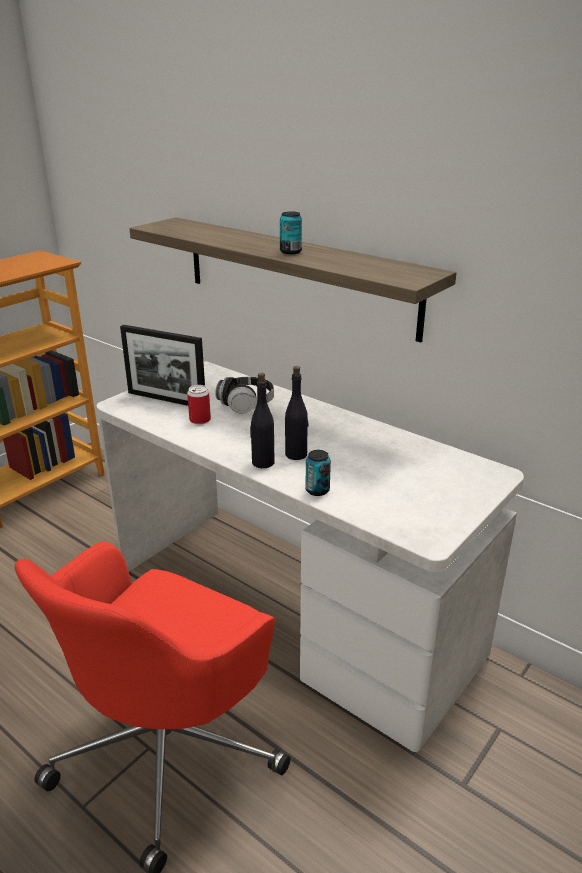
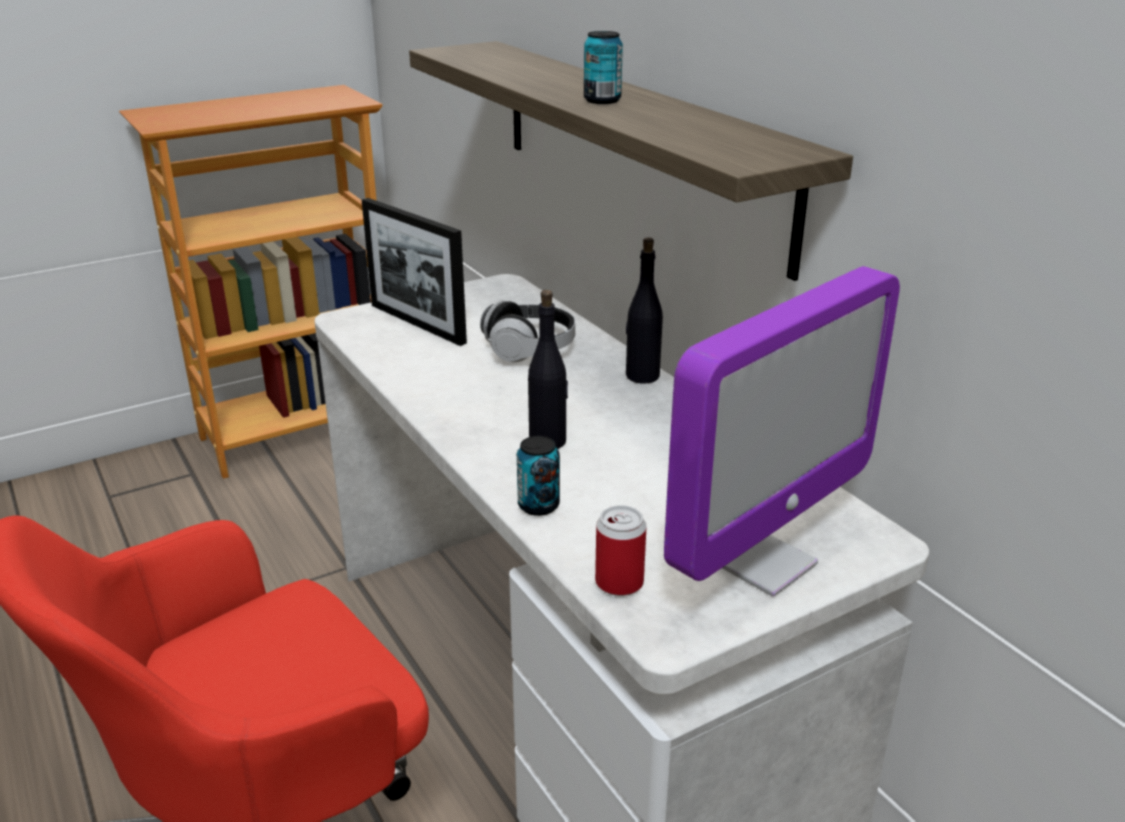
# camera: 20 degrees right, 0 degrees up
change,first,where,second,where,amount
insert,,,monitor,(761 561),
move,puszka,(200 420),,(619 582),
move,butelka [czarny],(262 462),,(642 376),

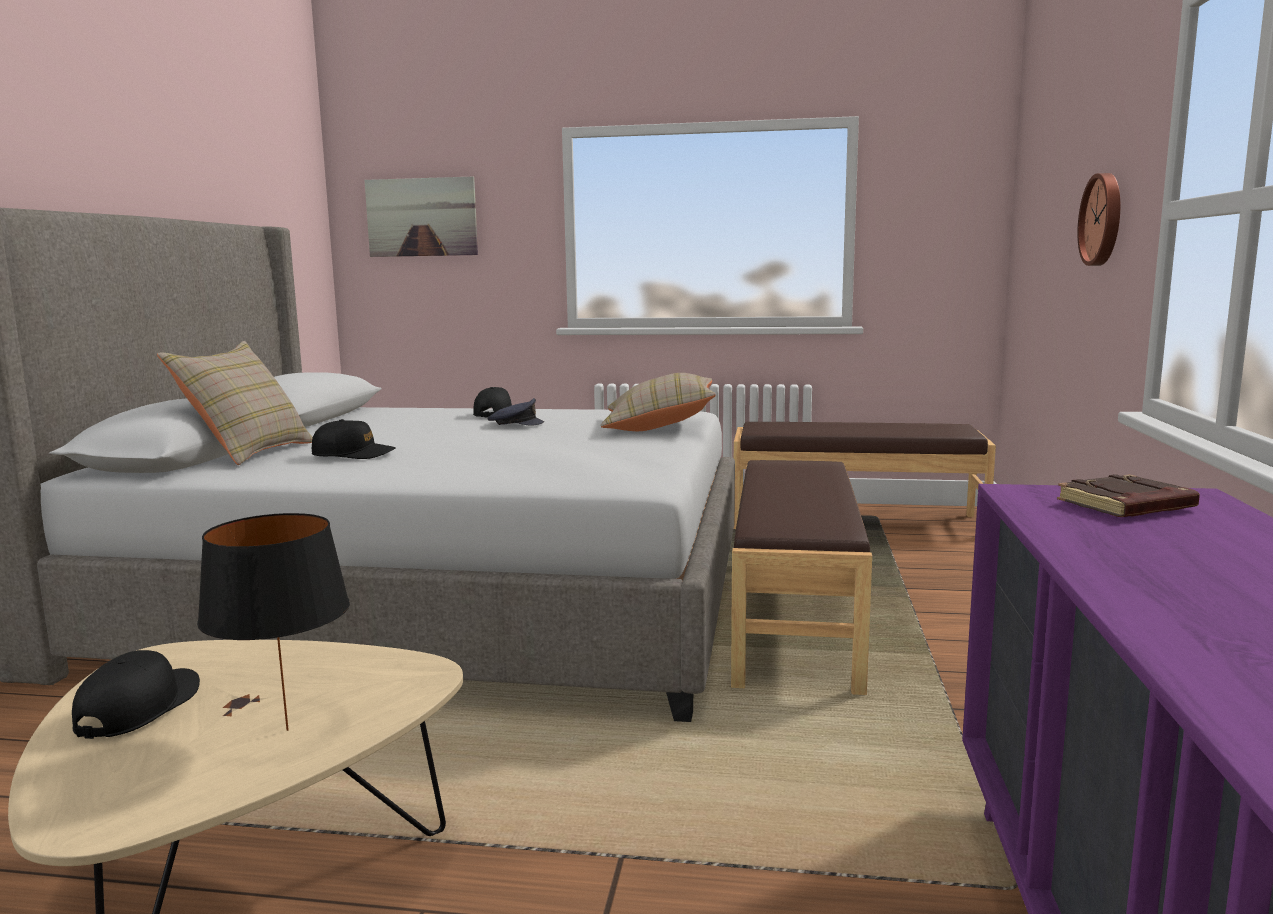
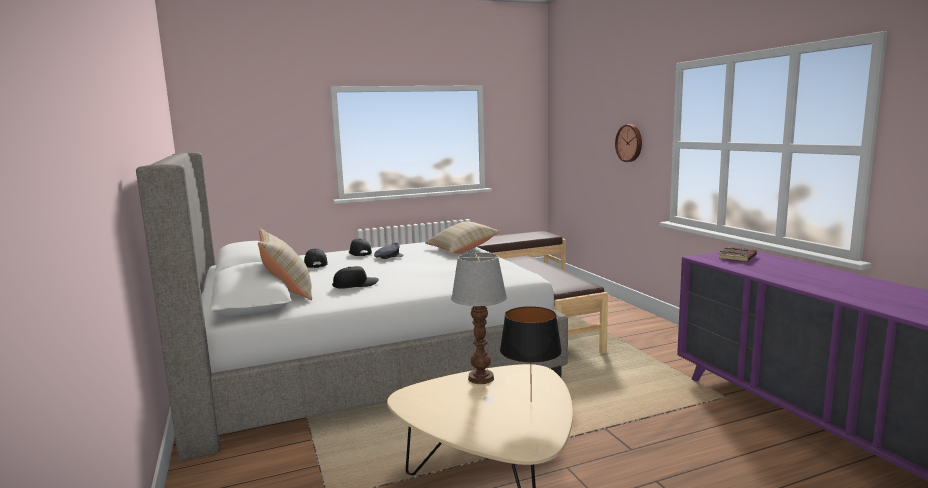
# camera: 30 degrees left, 0 degrees up
change,first,where,second,where,amount
delete,obraz,(422 217),,,
insert,,,lampa stołowa,(481 378),
move,czapka z daszkiem [czarny],(139 708),,(315 264),

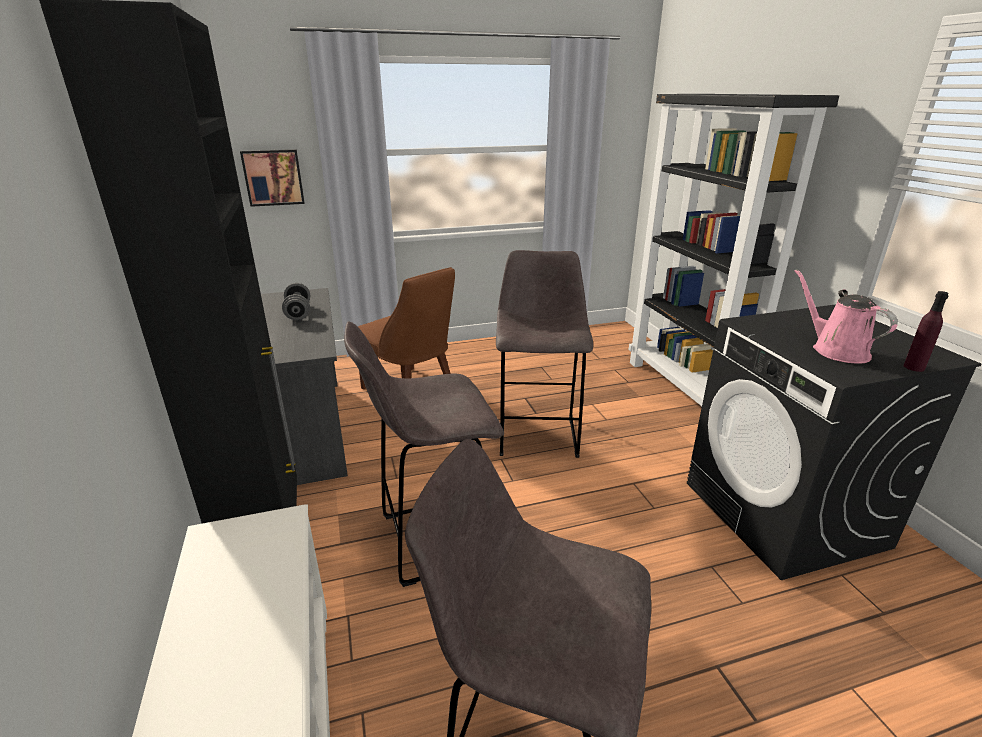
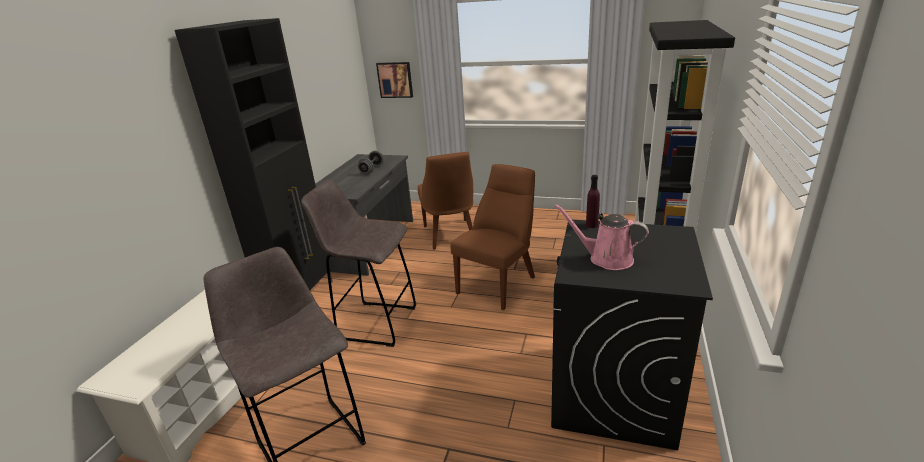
# camera: 35 degrees right, 0 degrees up
change,first,where,second,where,amount
move,butelka [fioletowy],(914 367),,(591 225),
replace,stołek [szary],(538 434),krzesło [brązowy],(499 283),
rotate,konewka [różowy],(835 350),,(606 259),75 degrees counterclockwise

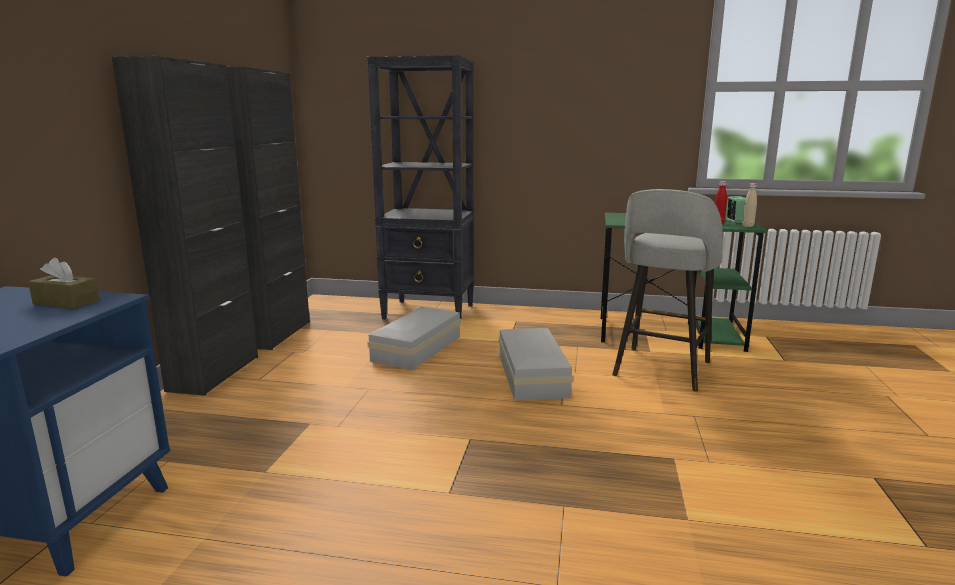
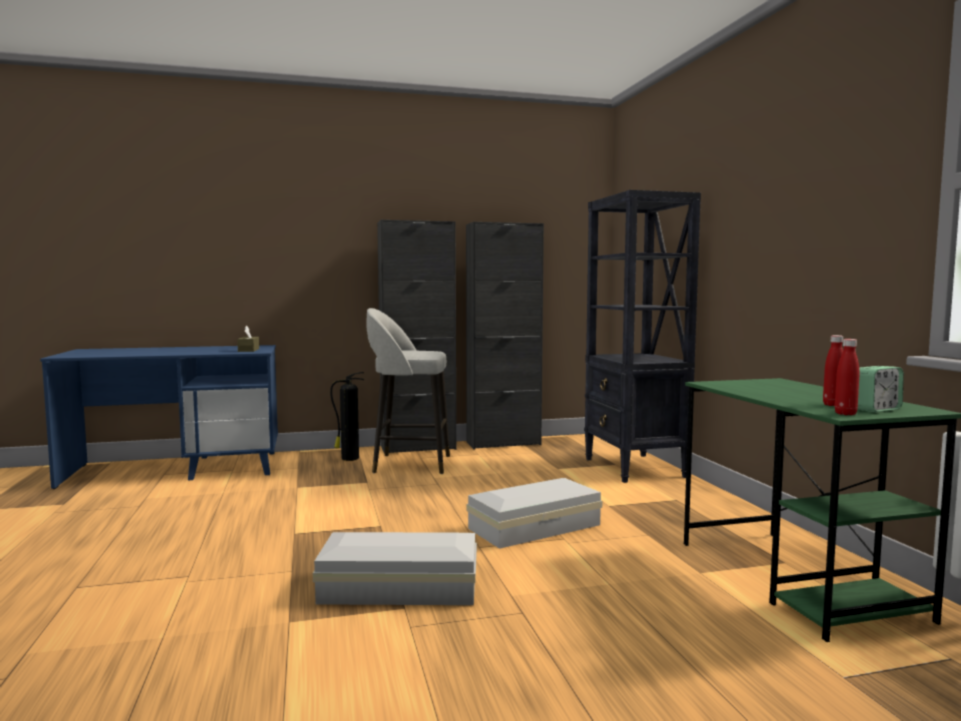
# camera: 65 degrees right, 10 degrees down
change,first,where,second,where,amount
insert,,,gaśnica,(349 458),
move,pojemnik do przechowywania [biały],(419 348),,(401 588),
move,stołek [szary],(660 370),,(409 464),
recolor,butelka [beżowy],(747 226),butelka [czerwony],(845 413),

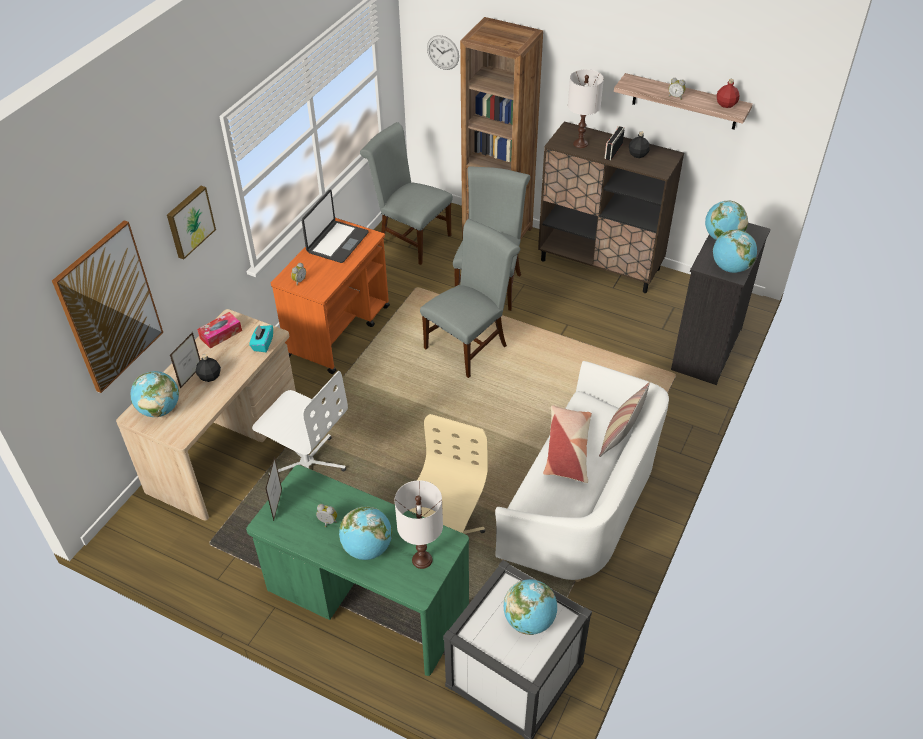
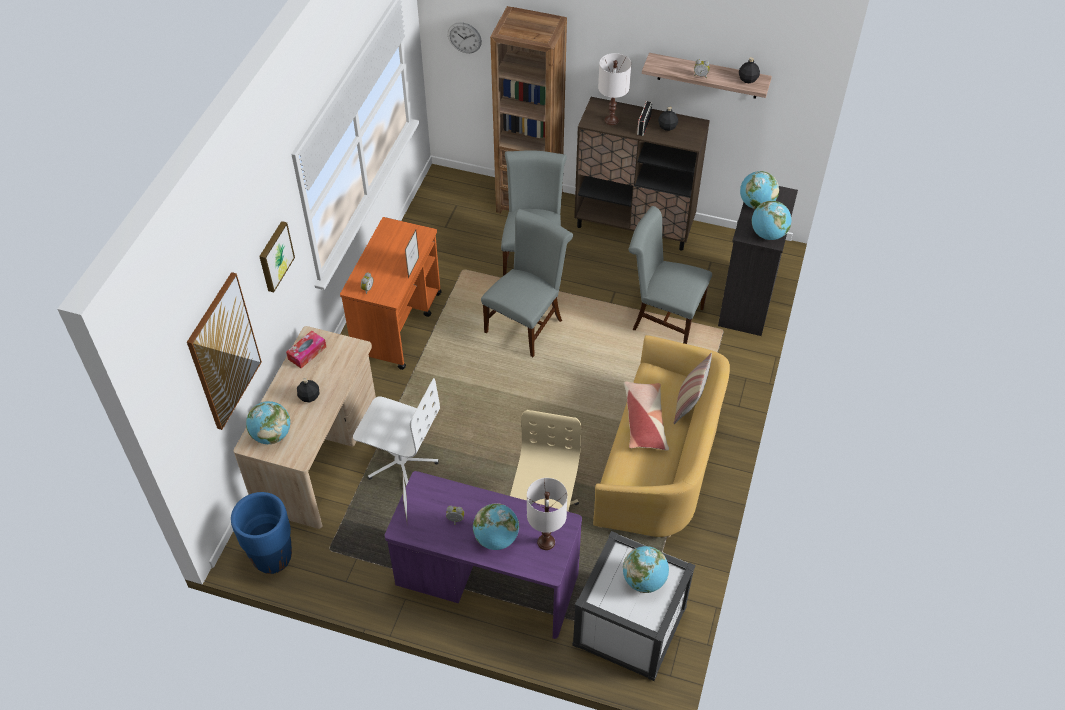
# camera: 10 degrees left, 5 degrees up
change,first,where,second,where,amount
delete,pudełko chusteczek [turkusowy],(262 344),,,
delete,laptop,(337 242),,,
insert,,,donica [niebieski],(272 558),
move,ramka na zdjęcie,(191 377),,(413 267),
move,krzesło [szary],(410 239),,(663 318),
recolor,biurko [zielony],(366 602),biurko [fioletowy],(486 582),
recolor,kanapa [biały],(582 501),kanapa [żółty],(659 463),
recolor,butelka [czerwony],(726 104),butelka [czarny],(748 79),

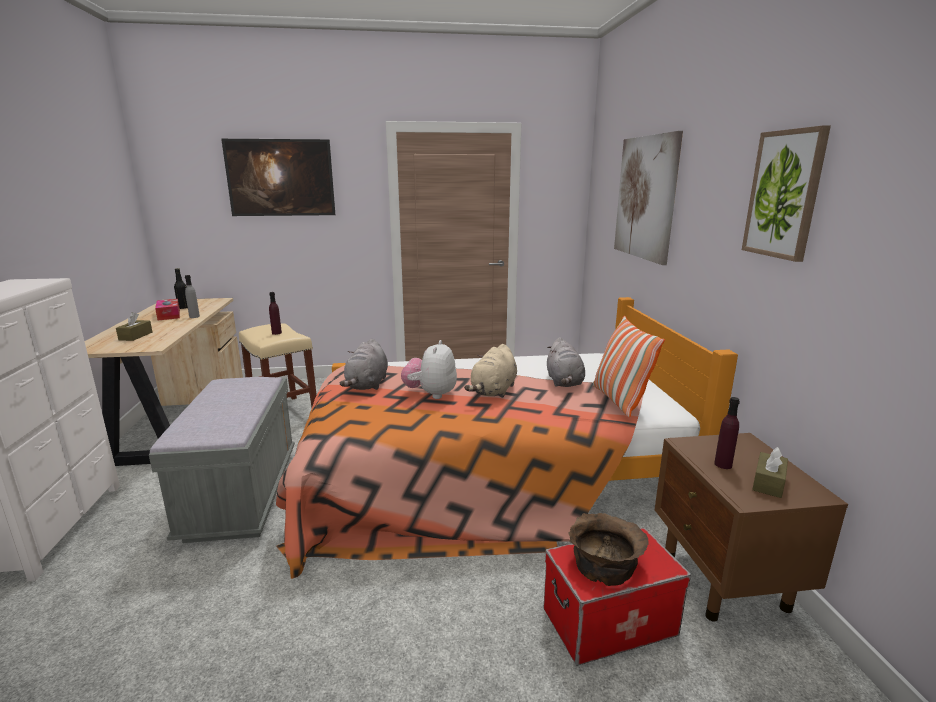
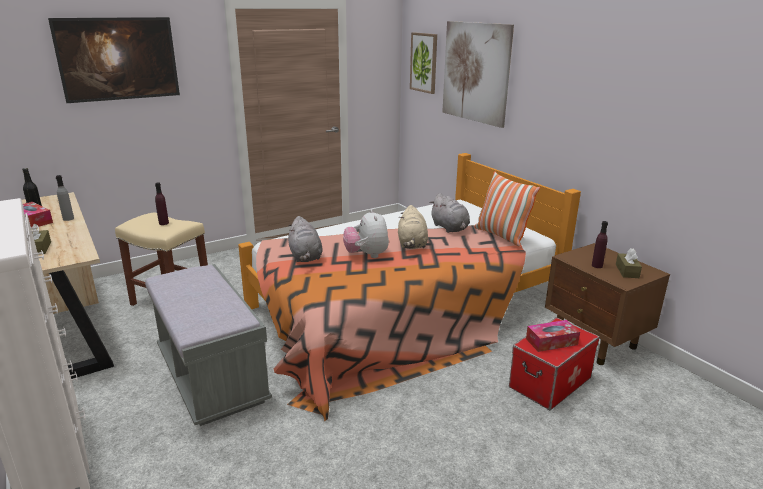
# camera: 25 degrees left, 5 degrees up
change,first,where,second,where,amount
move,obraz,(784 194),,(424 62),
replace,miska [brązowy],(606 561),pudełko chusteczek,(551 342),

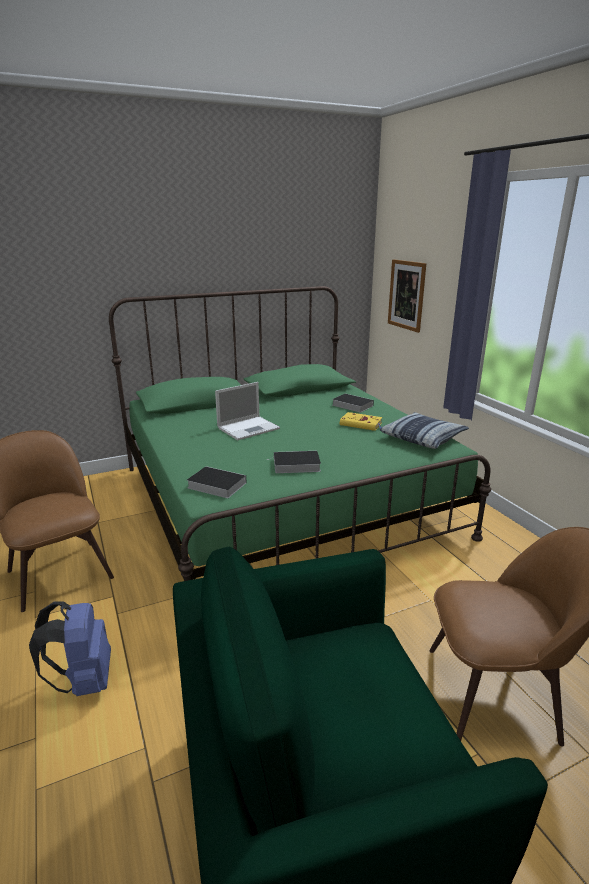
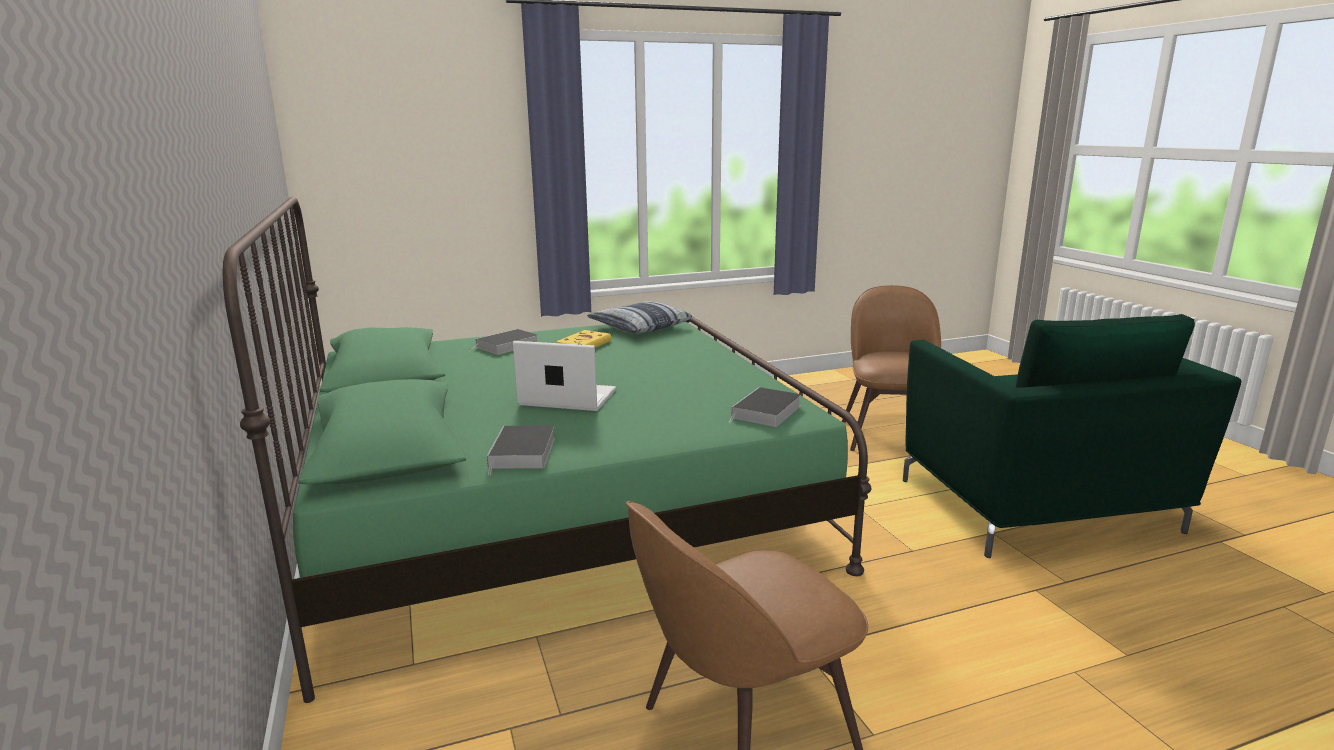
# camera: 85 degrees left, 5 degrees down
change,first,where,second,where,amount
delete,plecak [niebieski],(84 680),,,
delete,obraz,(406 295),,,
move,książka,(295 465),,(523 453),
rotate,laptop,(249 428),,(566 398),45 degrees counterclockwise

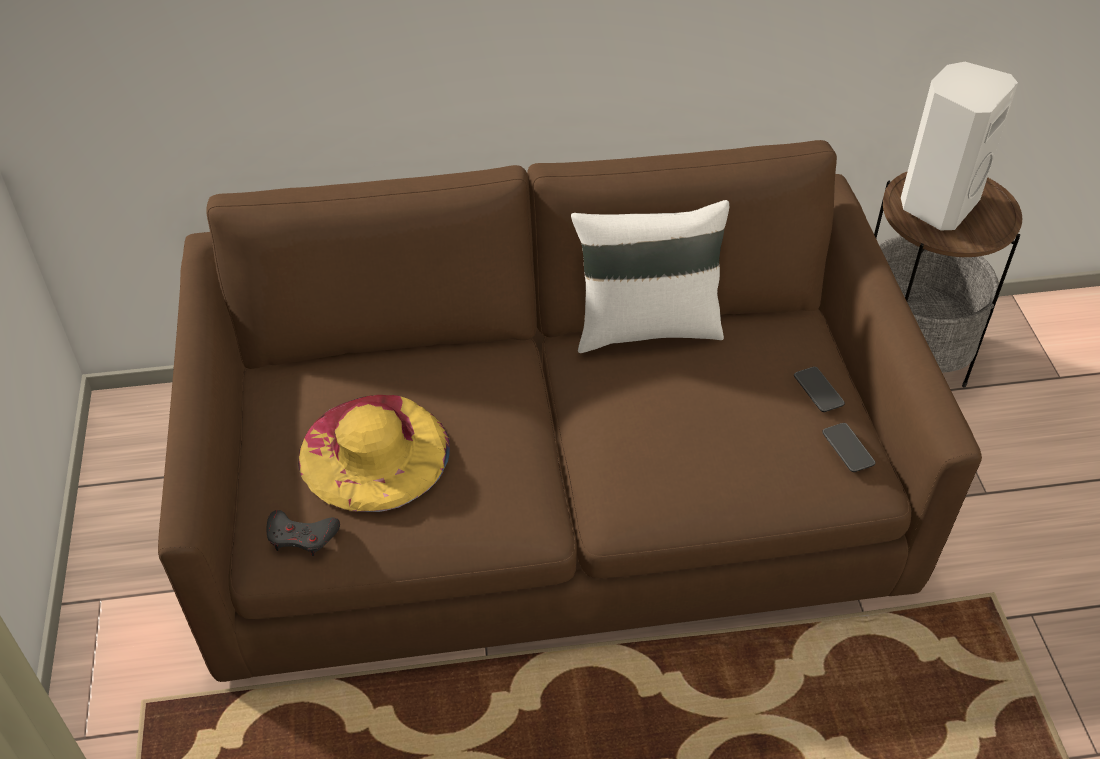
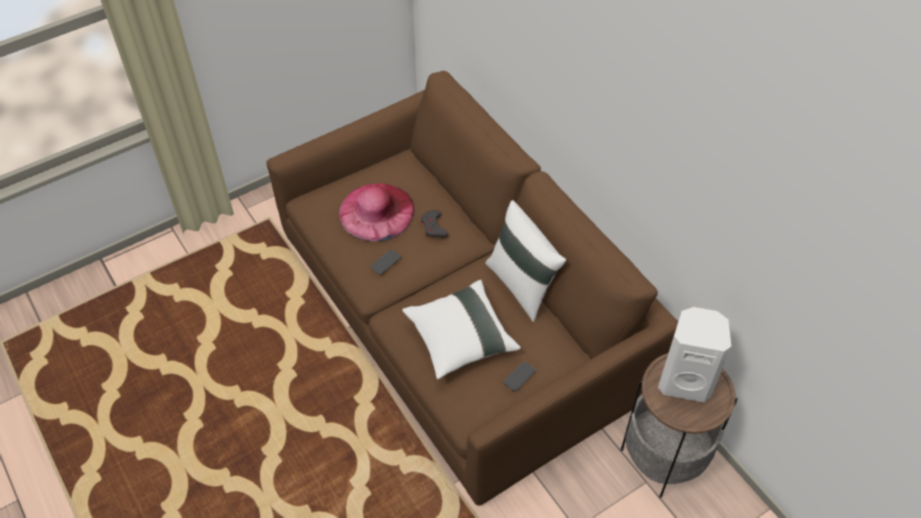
# camera: 65 degrees right, 5 degrees up
change,first,where,second,where,amount
insert,,,poduszka [biały],(460 338),
move,pad do gier [szary],(301 536),,(434 227),
move,telefon,(848 448),,(385 262),
recolor,kapelusz [żółty],(374 451),kapelusz [różowy],(376 211),

